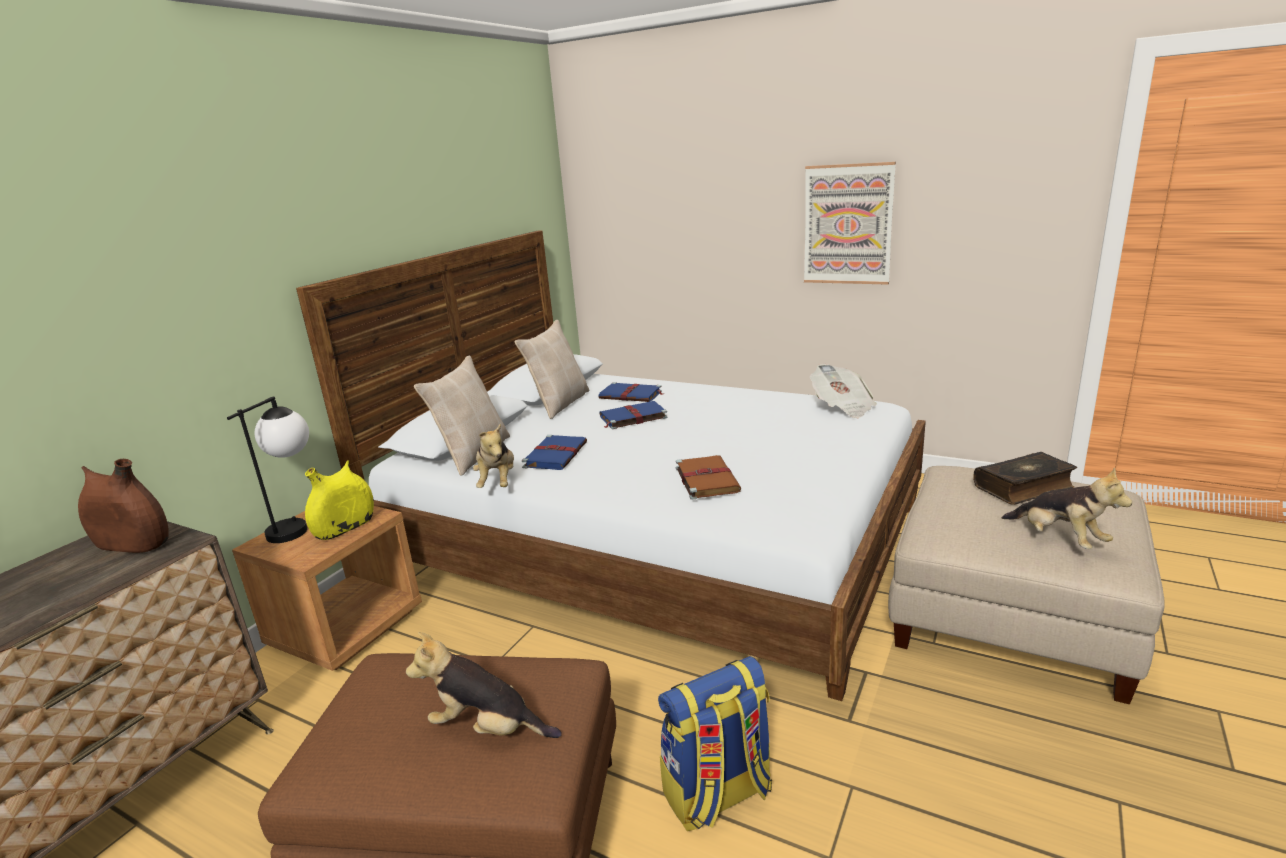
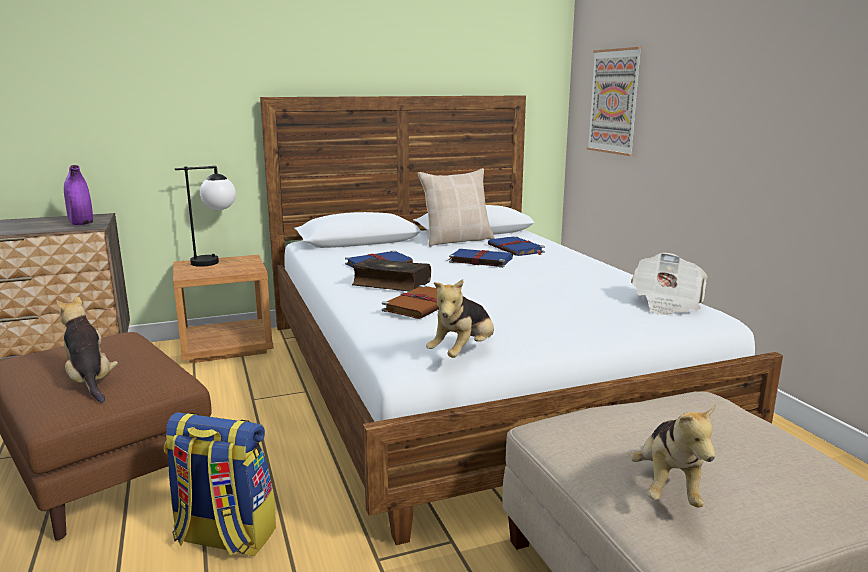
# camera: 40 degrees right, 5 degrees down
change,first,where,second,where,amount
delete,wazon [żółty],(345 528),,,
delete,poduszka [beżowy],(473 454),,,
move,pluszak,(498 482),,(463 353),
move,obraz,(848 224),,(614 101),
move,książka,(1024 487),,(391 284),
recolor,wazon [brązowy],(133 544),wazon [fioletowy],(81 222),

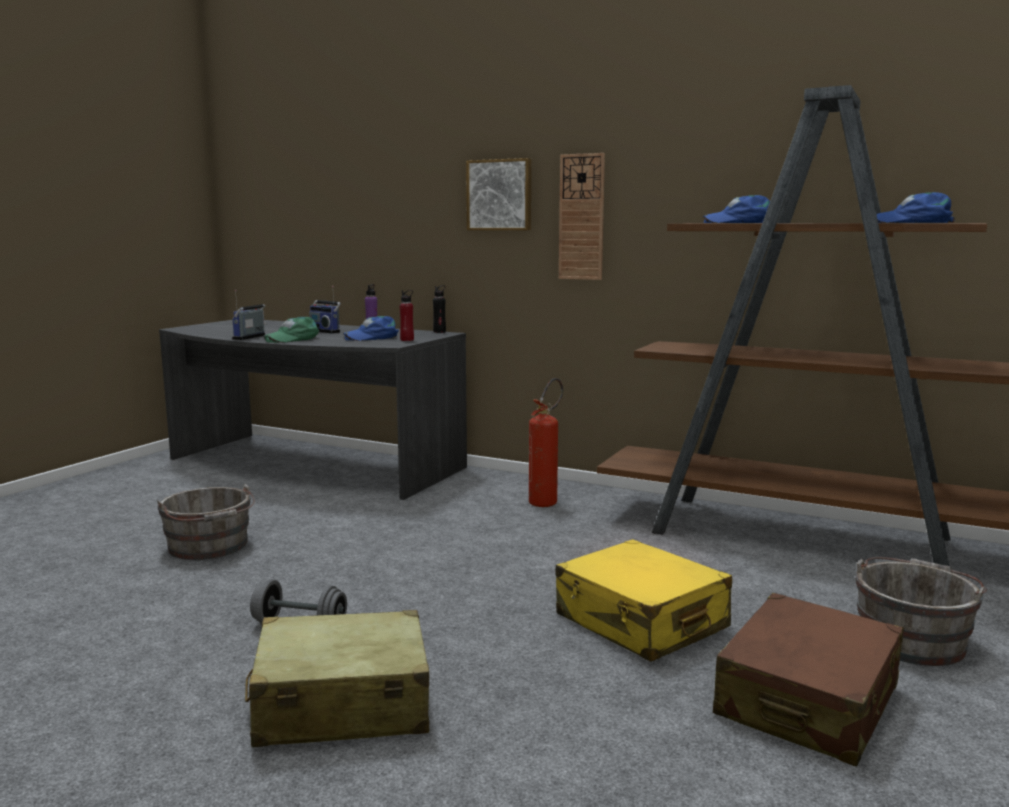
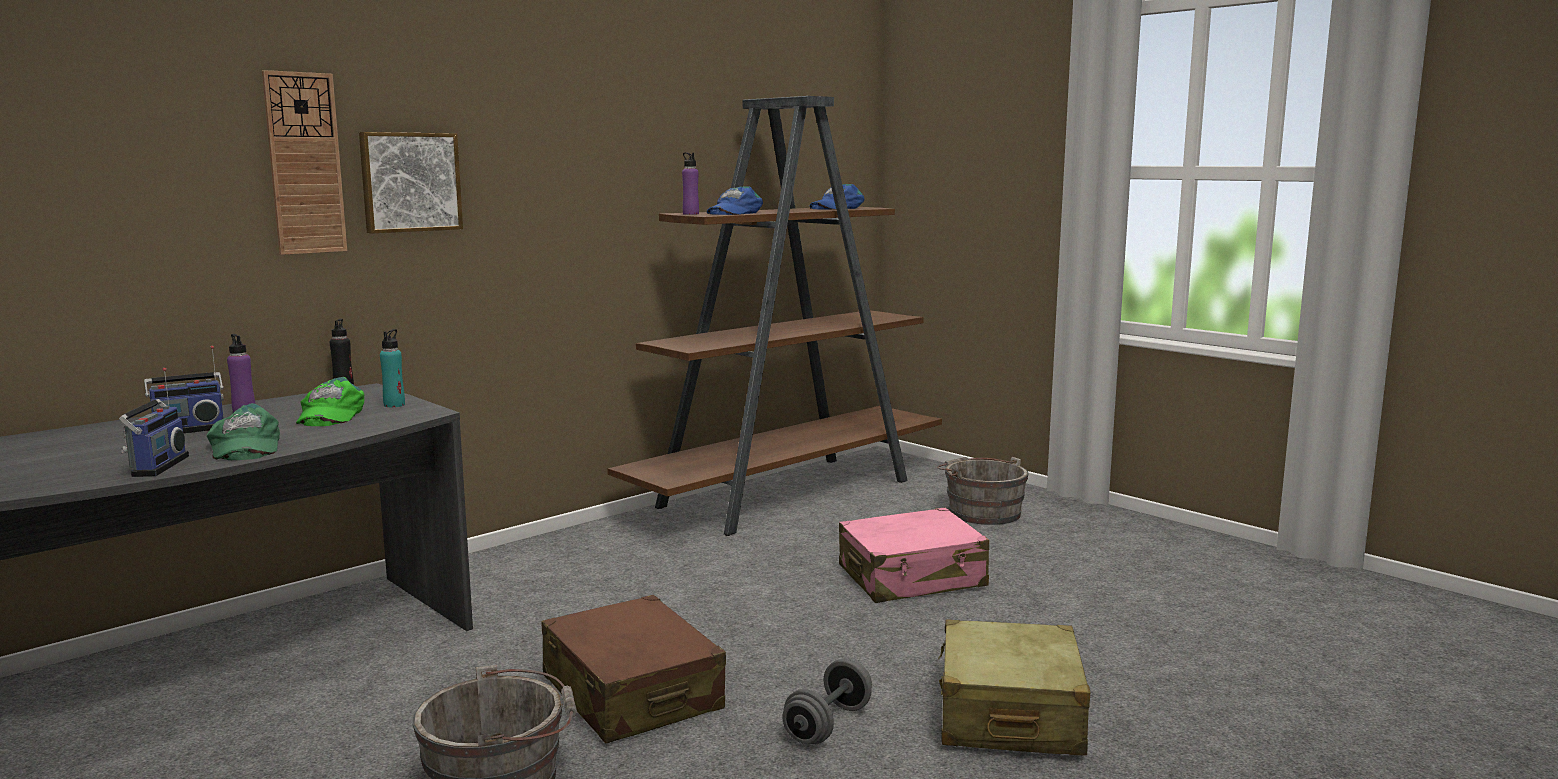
# camera: 70 degrees left, 0 degrees up
change,first,where,second,where,amount
delete,gaśnica,(546 501),,,
insert,,,butelka [fioletowy],(690 214),
move,zegar ścienny,(581 217),,(305 163),
move,walizka [brązowy],(808 701),,(632 694),
recolor,czapka z daszkiem [niebieski],(372 337),czapka z daszkiem [zielony],(330 415),
recolor,butelka [czerwony],(407 340),butelka [turkusowy],(394 405),
recolor,walizka [żółty],(641 622),walizka [różowy],(912 577),
rotate,radio,(251 337),,(156 466),135 degrees counterclockwise

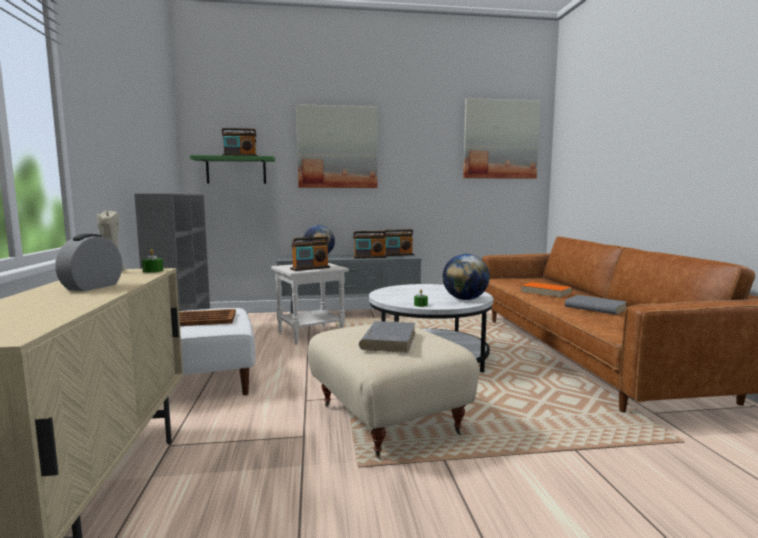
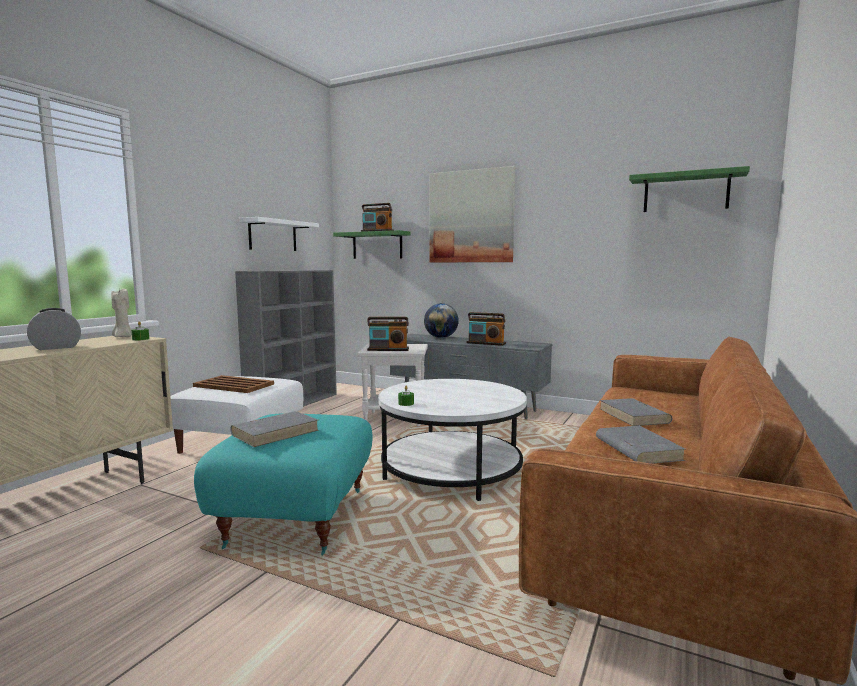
# camera: 35 degrees right, 0 degrees up
change,first,where,second,where,amount
delete,radio,(397 255),,,
delete,globus,(465 299),,,
insert,,,półka [biały],(273 235),
replace,obraz,(500 139),półka [zielony],(685 192),
recolor,pufa [beżowy],(386 420),pufa [turkusowy],(295 517),
recolor,książka [pomarańczowy],(546 292),książka [szary],(634 416),

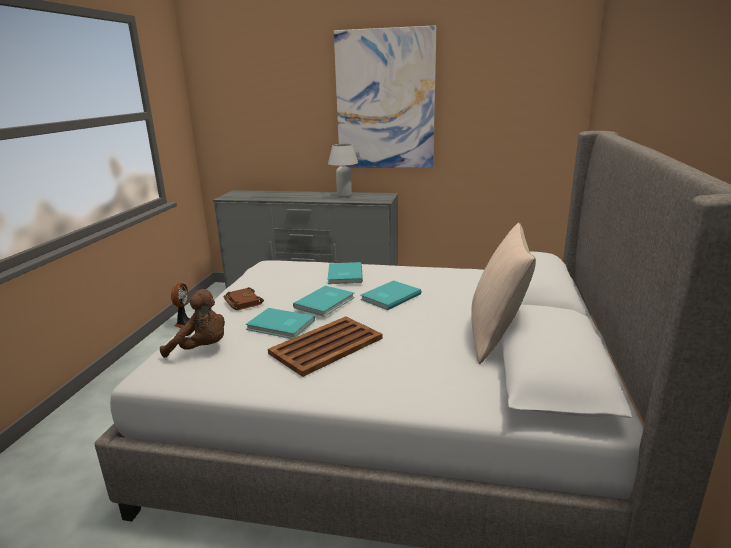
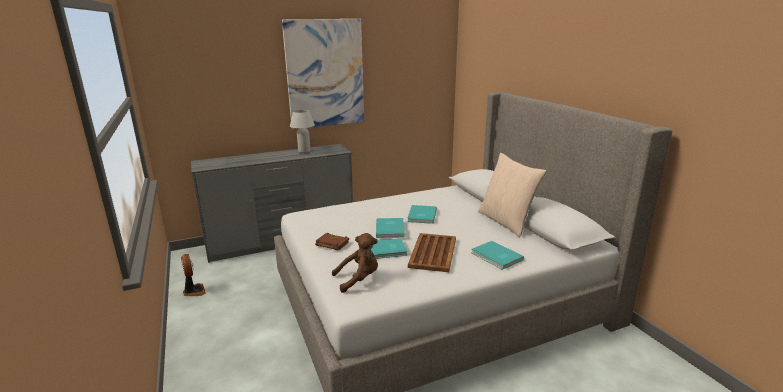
# camera: 35 degrees left, 0 degrees up
change,first,where,second,where,amount
move,książka [turkusowy],(344 275),,(496 257),

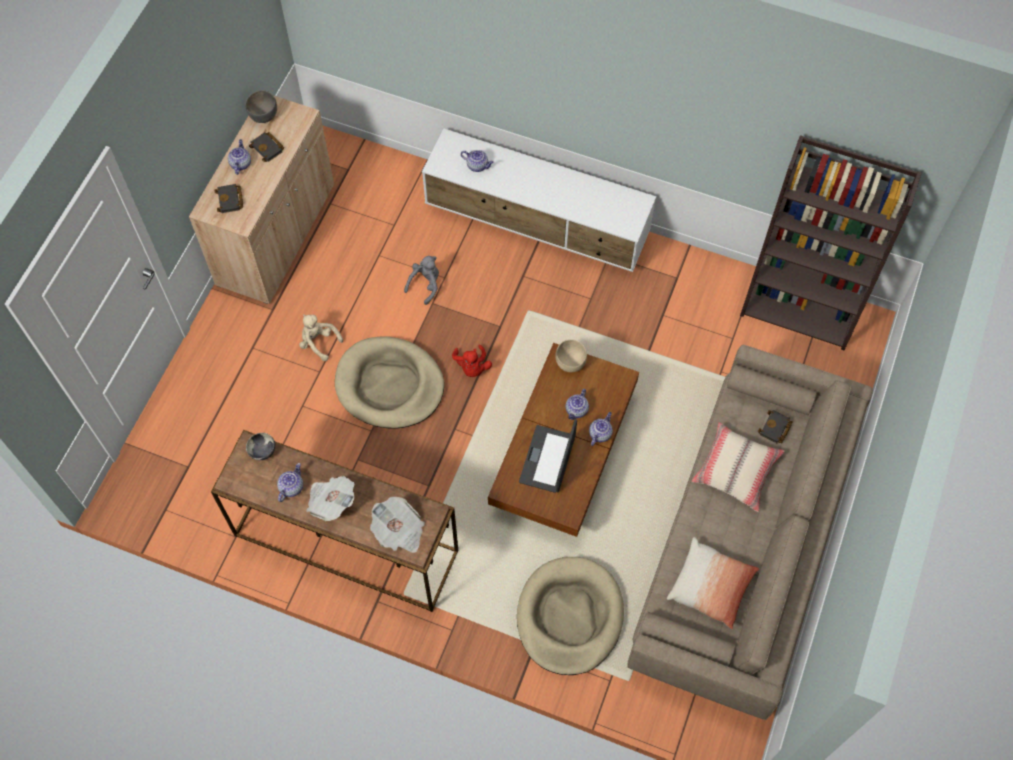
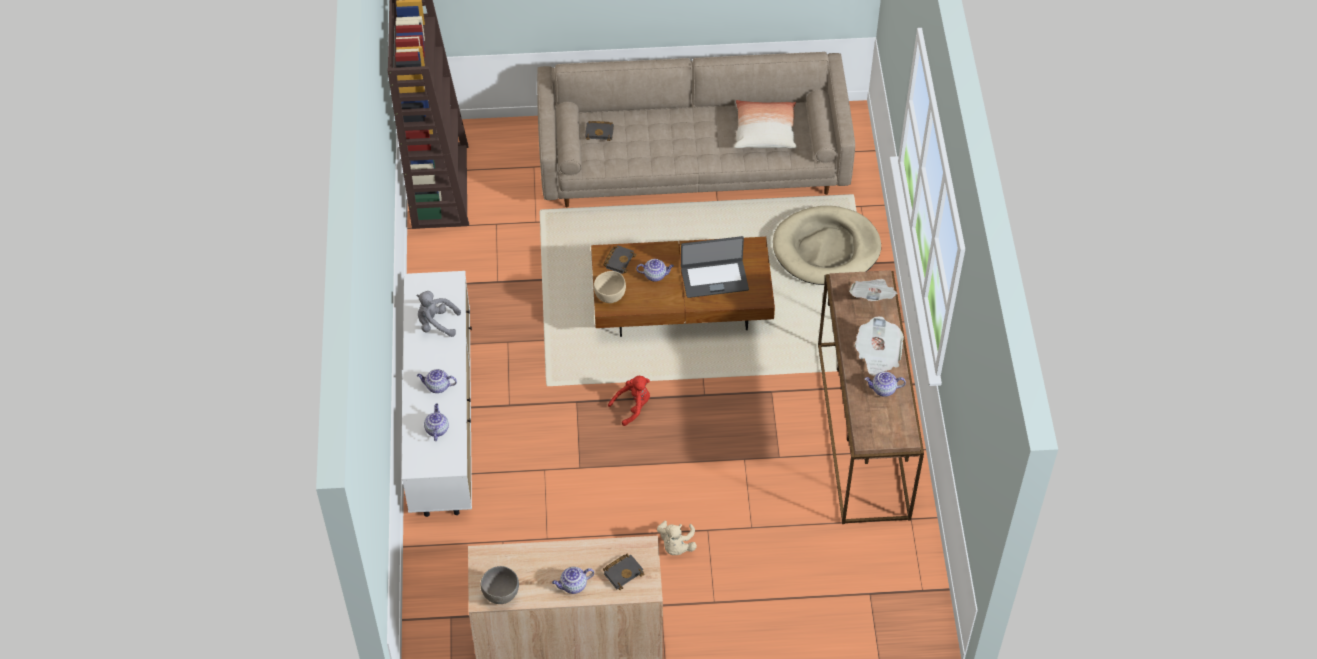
# camera: 115 degrees left, 10 degrees down
change,first,where,second,where,amount
delete,miska,(263 451),,,
delete,legowisko [beżowy],(389 385),,,
delete,poduszka [beżowy],(736 470),,,
move,książka [czarny],(268 148),,(619 260),
move,pluszak [szary],(425 285),,(436 323),
move,imbryk,(600 433),,(437 386),

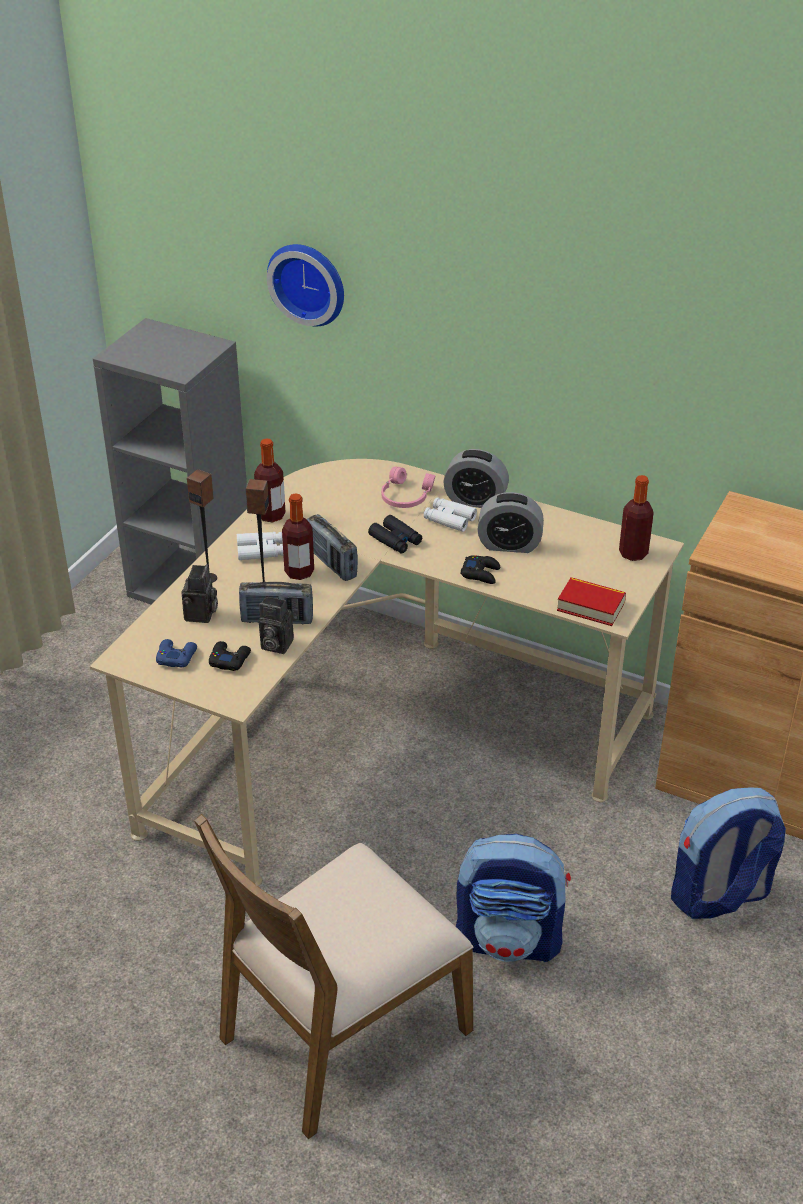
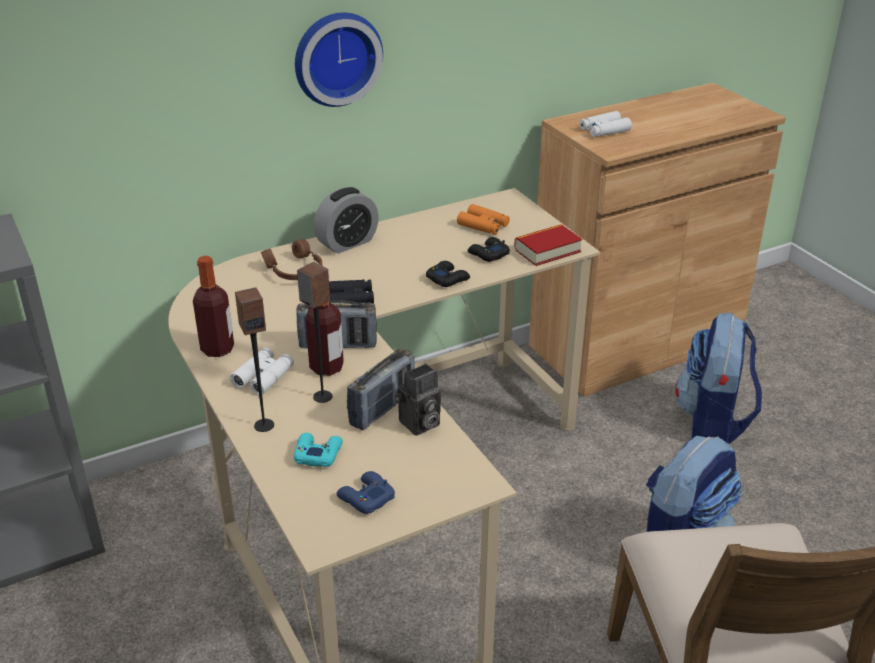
# camera: 55 degrees left, 5 degrees down
change,first,where,second,where,amount
delete,budzik,(509 545),,,
delete,butelka,(633 553),,,
insert,,,lornetka [pomarańczowy],(483 225),
move,pad do gier [czarny],(229 659),,(488 254),
move,zegar ścienny,(309 282),,(336 57),
move,lornetka [biały],(449 519),,(604 130),
replace,aparat fotograficzny,(201 615),pad do gier [turkusowy],(317 454),
recolor,słuchawki [różowy],(405 496),słuchawki [brązowy],(294 271),

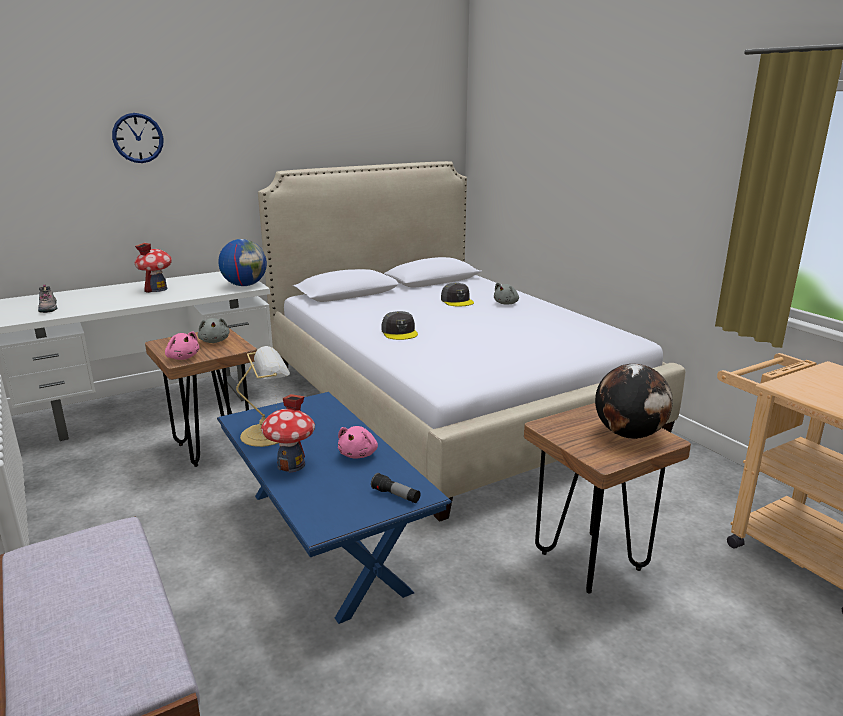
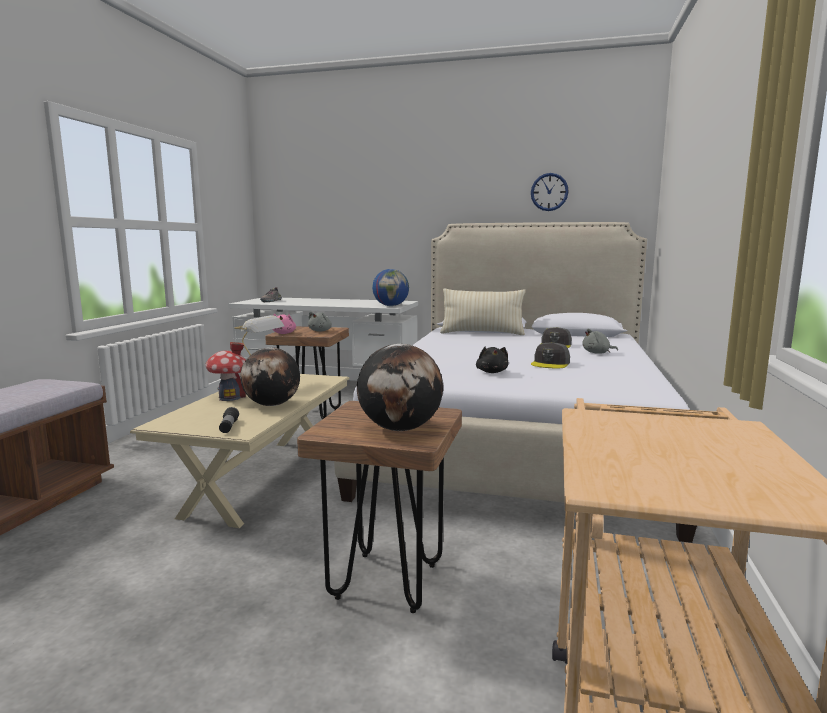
# camera: 45 degrees right, 10 degrees down
change,first,where,second,where,amount
delete,domek,(157 289),,,
insert,,,poduszka [beżowy],(482 333),
insert,,,pluszak [czarny],(492 372),
move,zegar ścienny,(138 138),,(549 192),
move,czapka z daszkiem [szary],(399 332),,(550 363),
replace,pluszak [różowy],(359 454),globus,(272 405),
recolor,ława [niebieski],(326 539),ława [beżowy],(263 478),

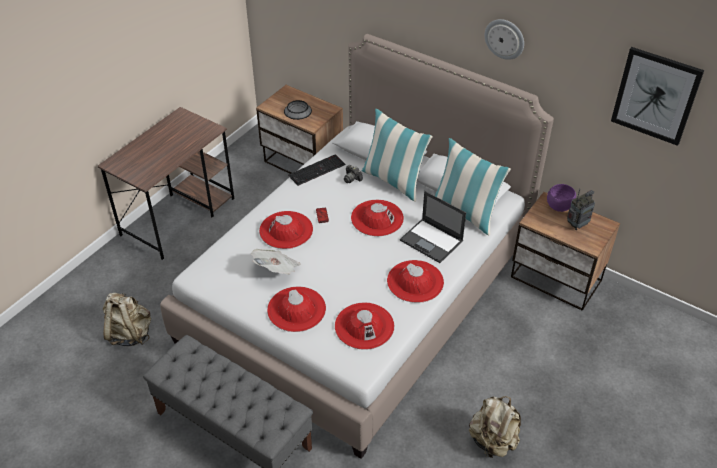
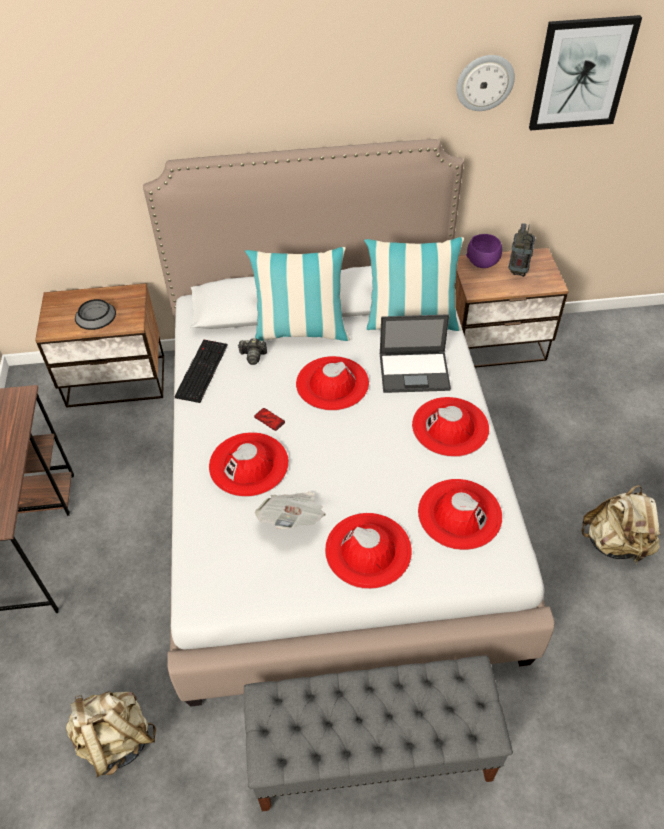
# camera: 40 degrees left, 5 degrees up
change,first,where,second,where,amount
move,zegar ścienny,(504 38),,(484 82),

